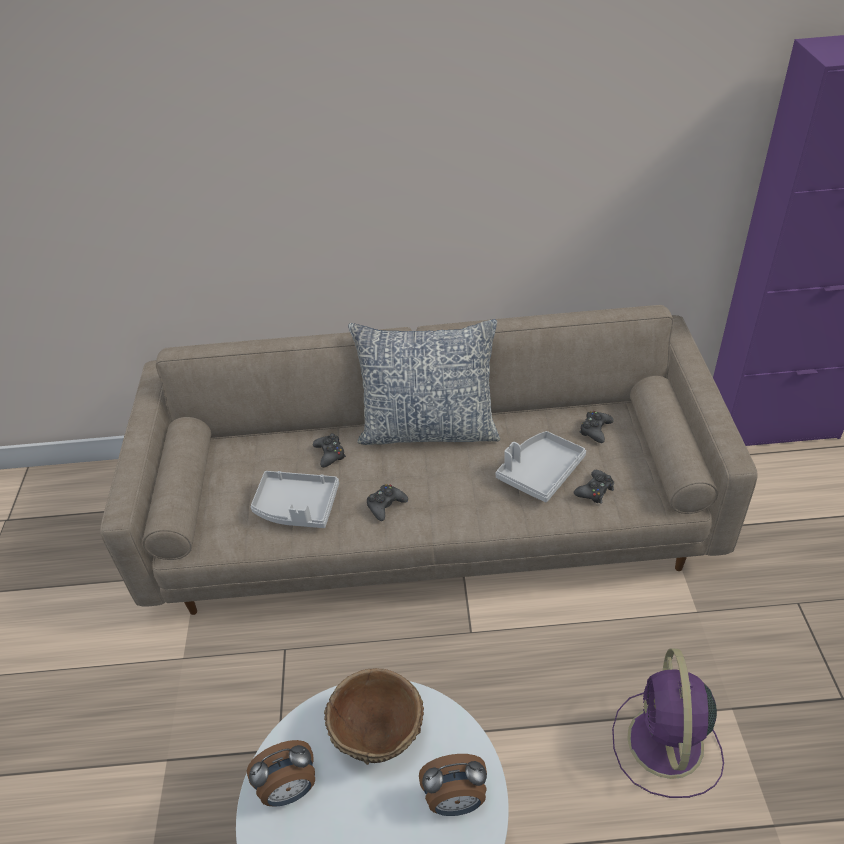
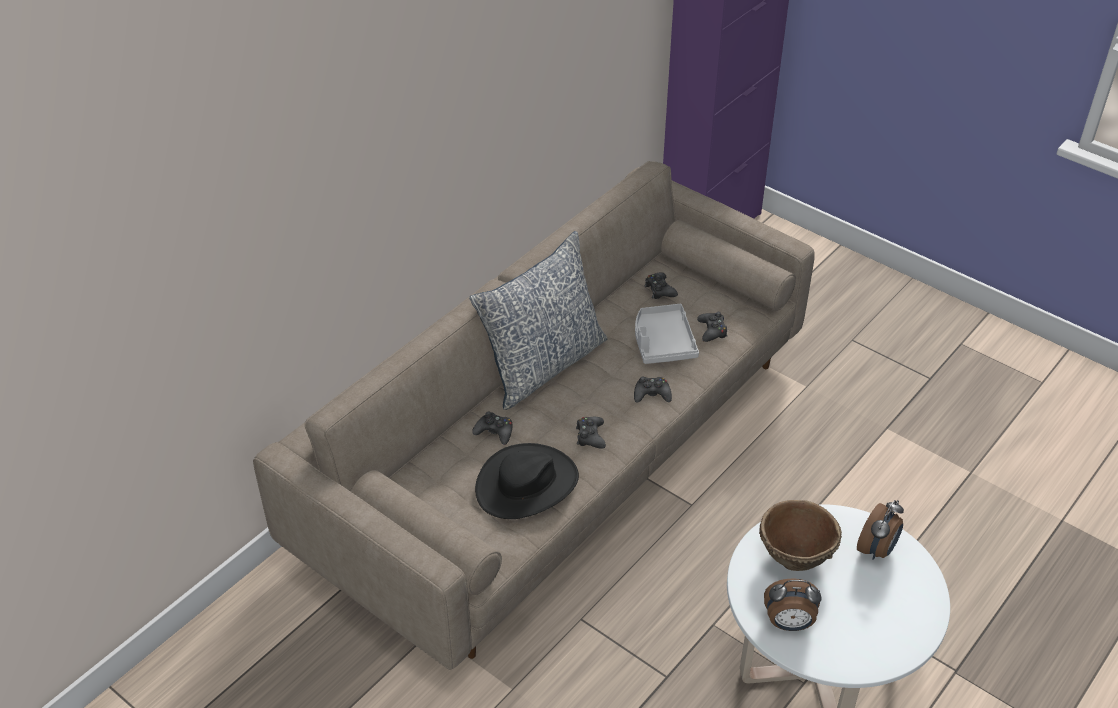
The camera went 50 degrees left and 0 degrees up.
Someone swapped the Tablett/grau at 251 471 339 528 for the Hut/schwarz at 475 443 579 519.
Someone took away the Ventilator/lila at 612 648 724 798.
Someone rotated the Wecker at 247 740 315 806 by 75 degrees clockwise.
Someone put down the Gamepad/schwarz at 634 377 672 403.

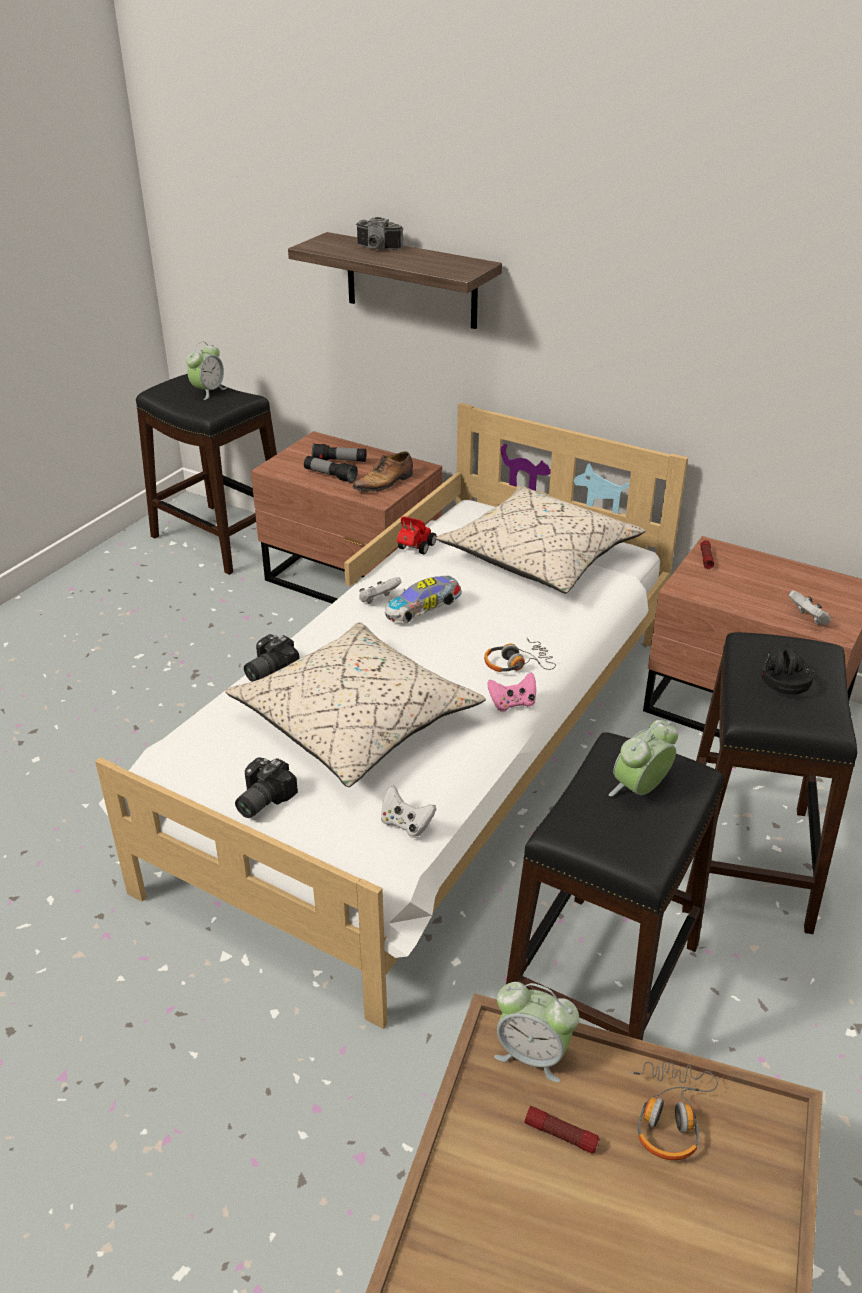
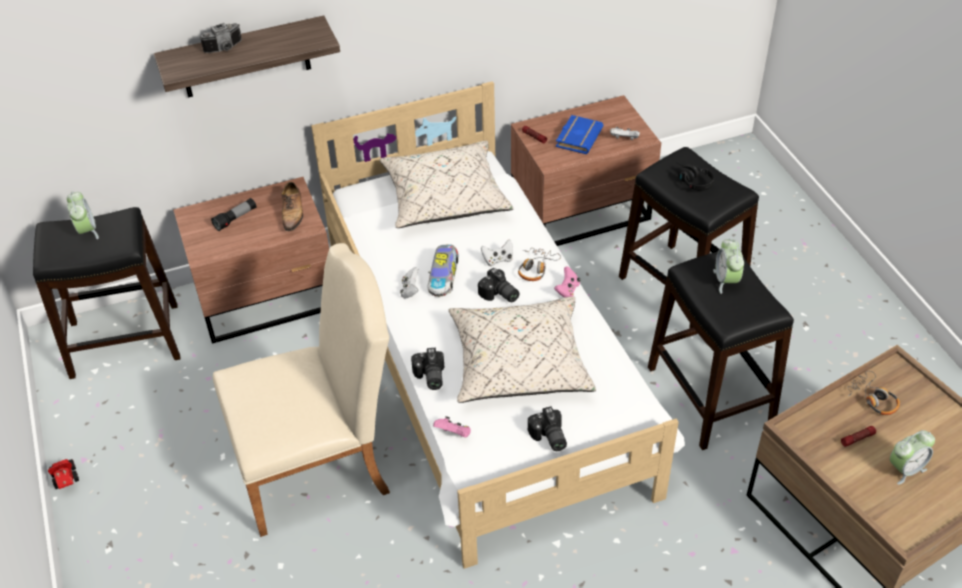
The camera went 50 degrees left and 10 degrees up.
Someone took away the Taschenlampe at 304 456 358 483.
Someone carried the Spielzeugauto from 397 516 437 555 to 48 459 79 489.
Someone carried the Gamepad/weiß from 381 785 437 838 to 481 239 513 266.
Someone carried the Wecker from 494 982 579 1082 to 890 430 935 485.
Someone put down the Buch/blau at 556 115 603 154.
Someone put down the Stuhl/beige at 213 243 390 537.
Someone put down the Kamera at 478 268 520 302.
Someone put down the Gamepad/rosa at 433 416 471 437.

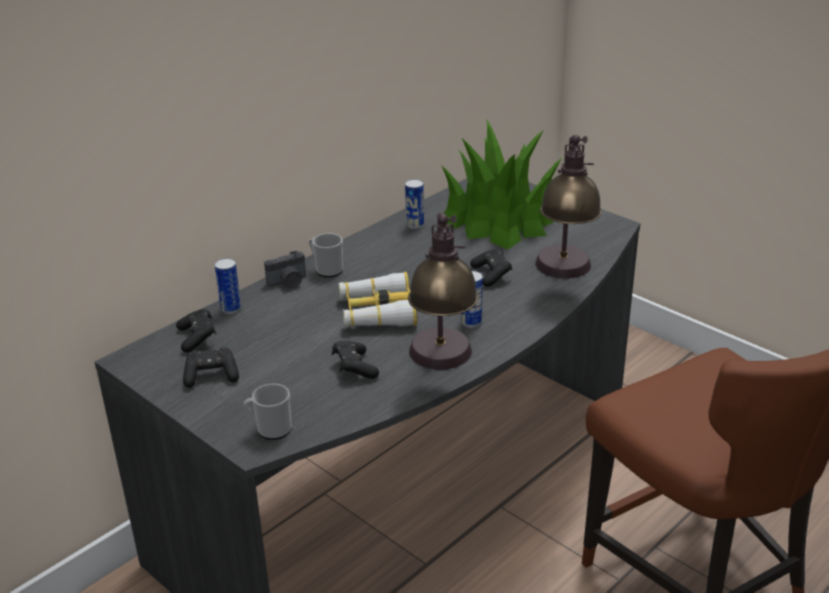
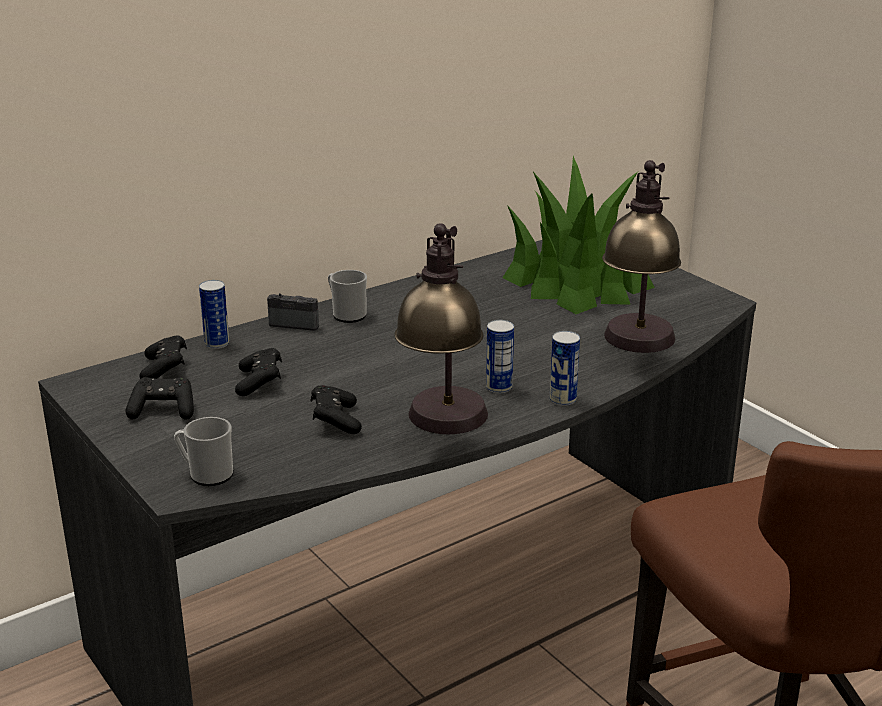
The camera went 10 degrees right and 5 degrees down.
Someone carried the Dose from 405 179 424 229 to 550 331 580 406.
Someone carried the Gamepad/schwarz from 470 248 512 287 to 235 348 282 396.
Someone rotated the Kamera at 264 250 306 288 by 150 degrees counterclockwise.
Someone took away the Fernglas at 339 272 417 327.

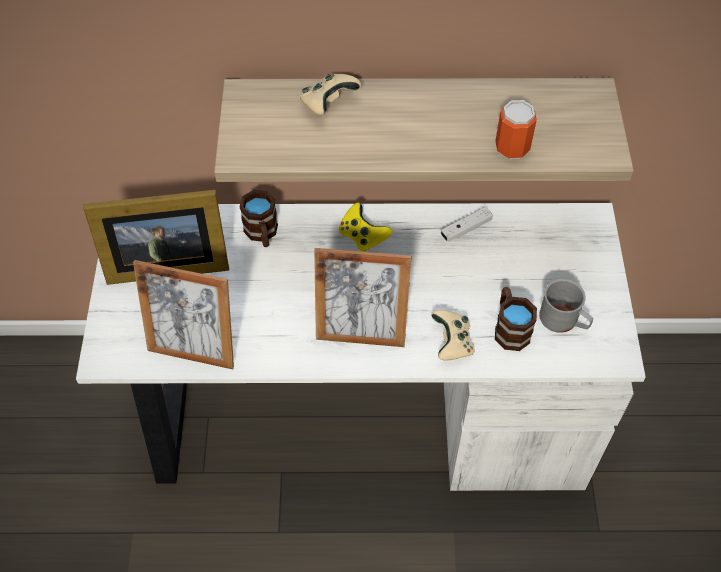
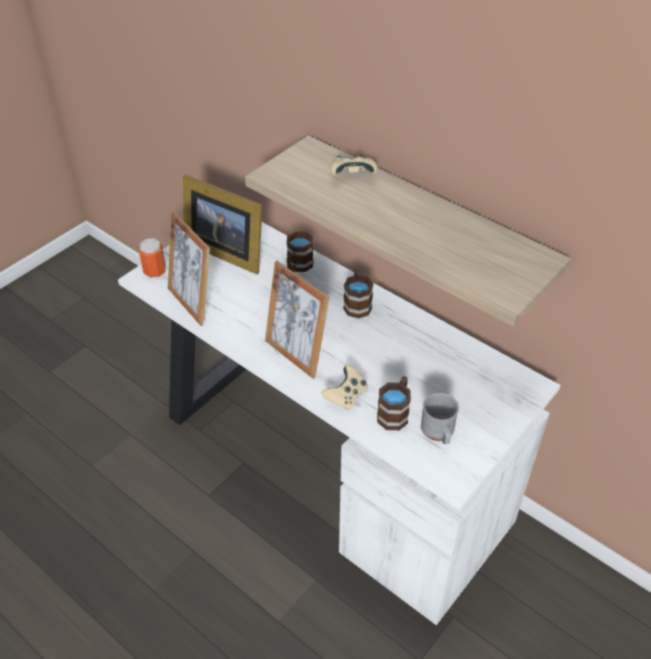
The camera went 40 degrees right and 10 degrees down.
Someone carried the Dose from 495 100 537 159 to 139 238 166 278.
Someone swapped the Gamepad/gelb at 339 203 392 252 for the Henkelbecher/braun at 343 269 373 318.
Someone took away the Gamepad/weiß at 441 207 493 242.

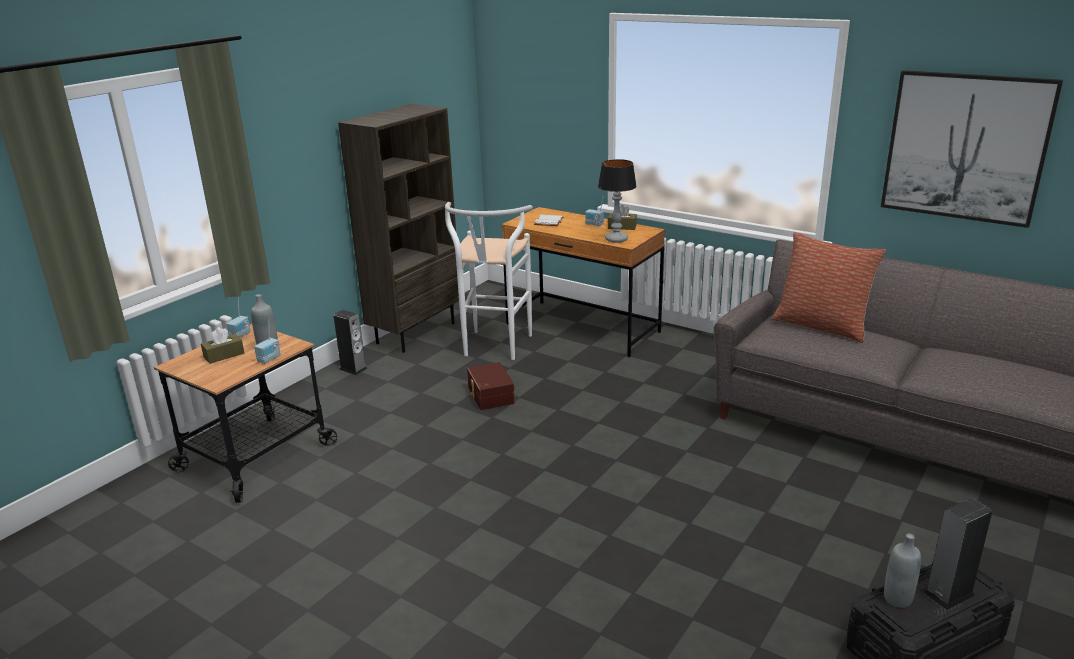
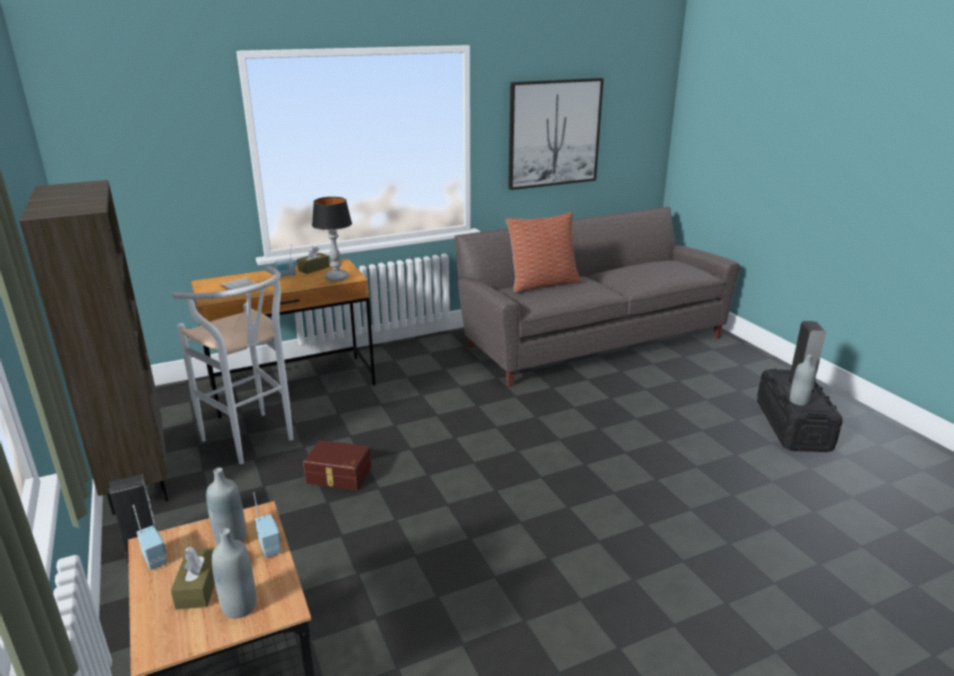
The camera went 60 degrees left and 0 degrees up.
Someone put down the Flasche/grau at 212 528 256 619.

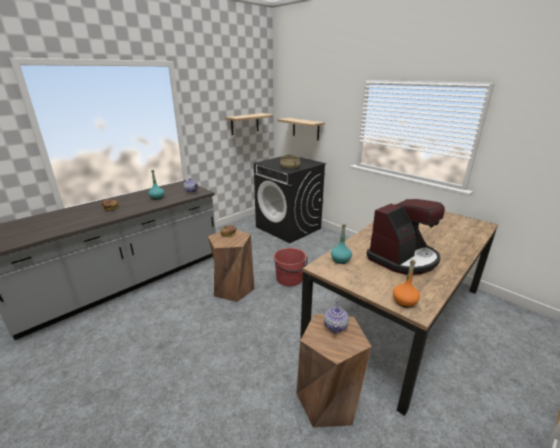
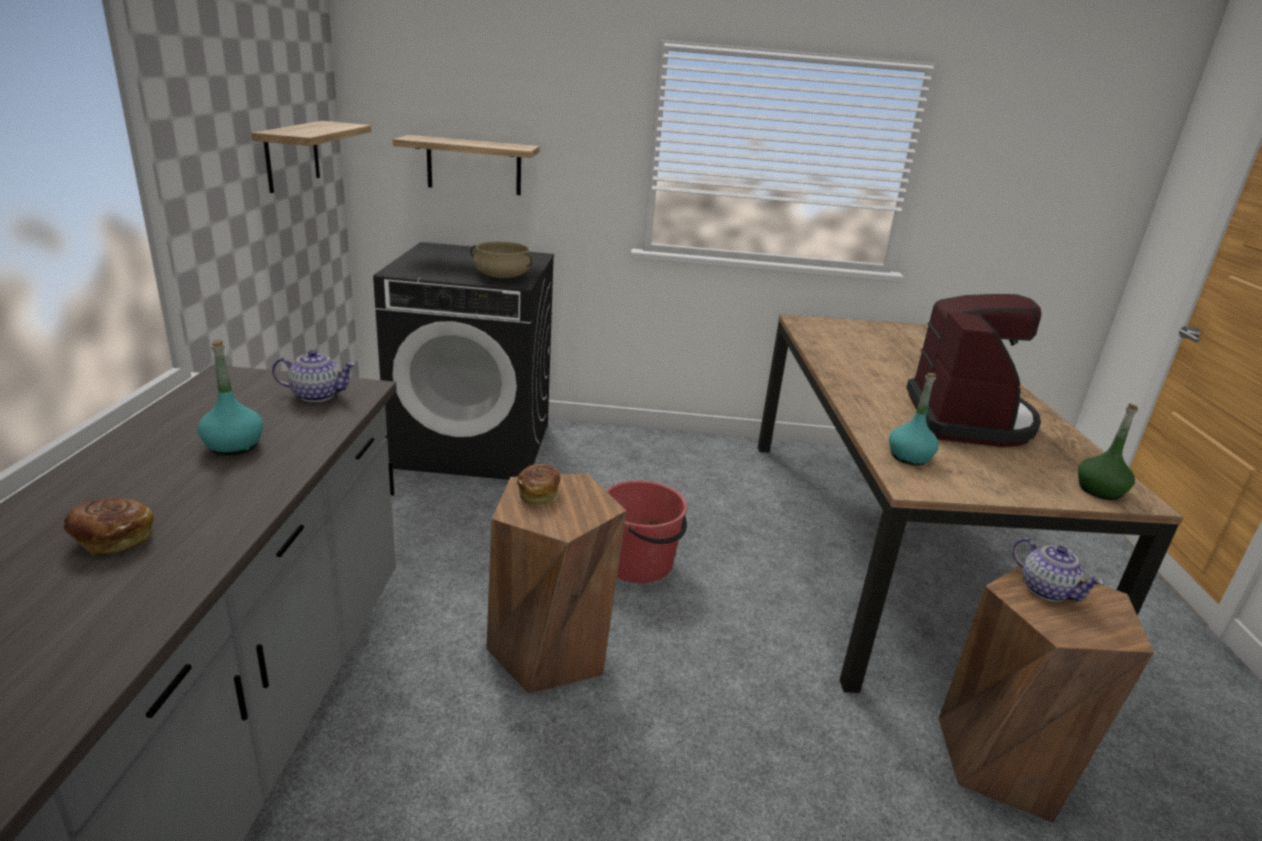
The camera went 45 degrees left and 0 degrees up.
Someone repainted the Flasche/orange at 393 259 420 308, which became the Flasche/grün at 1078 403 1138 500.

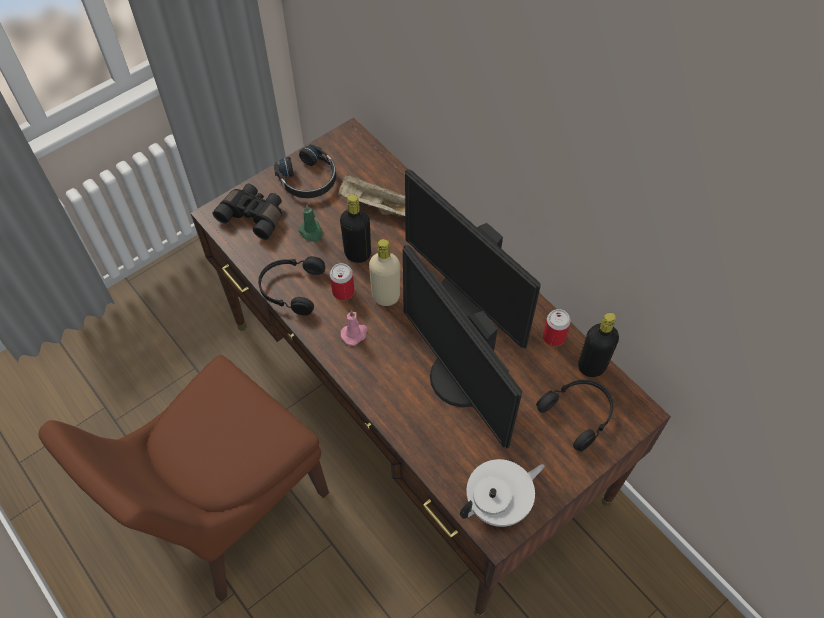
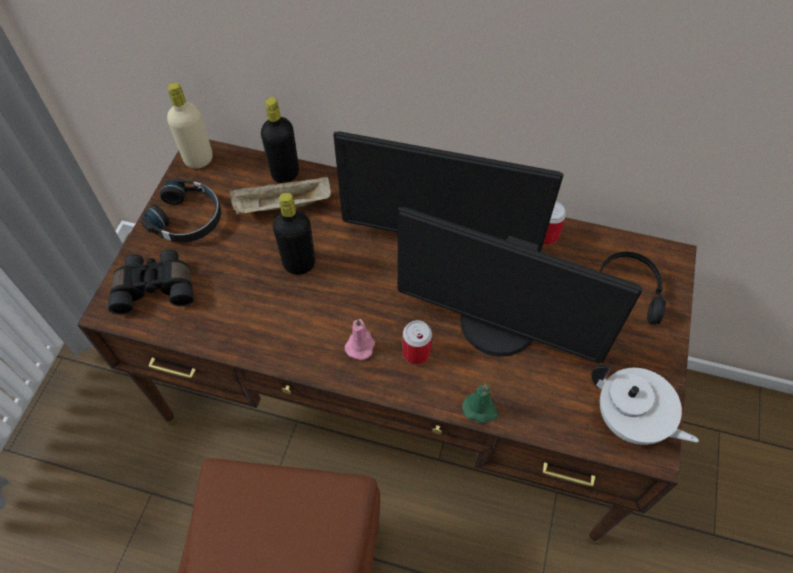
The camera went 35 degrees left and 0 degrees up.
Someone carried the Kerze/grün from 299 205 323 242 to 462 385 498 423.
Someone carried the Flasche/beige from 369 239 400 306 to 167 82 213 168.
Someone took away the Kopfhörer/schwarz at 258 256 325 315.
Someone carried the Dose from 330 263 354 300 to 402 320 432 365.
Someone carried the Flasche/schwarz from 578 313 619 377 to 261 97 299 183.
Someone rotated the Teekanne/weiß at 460 459 545 527 by 105 degrees clockwise.

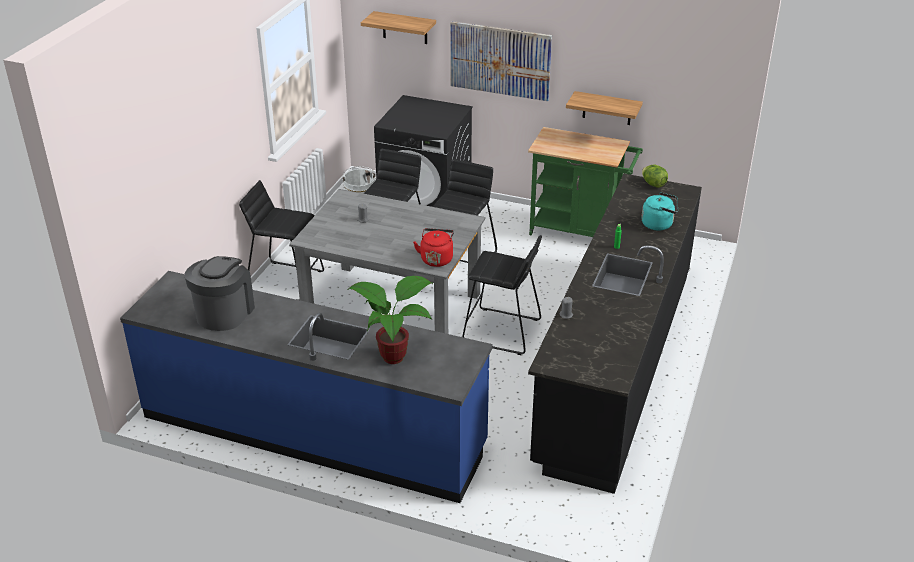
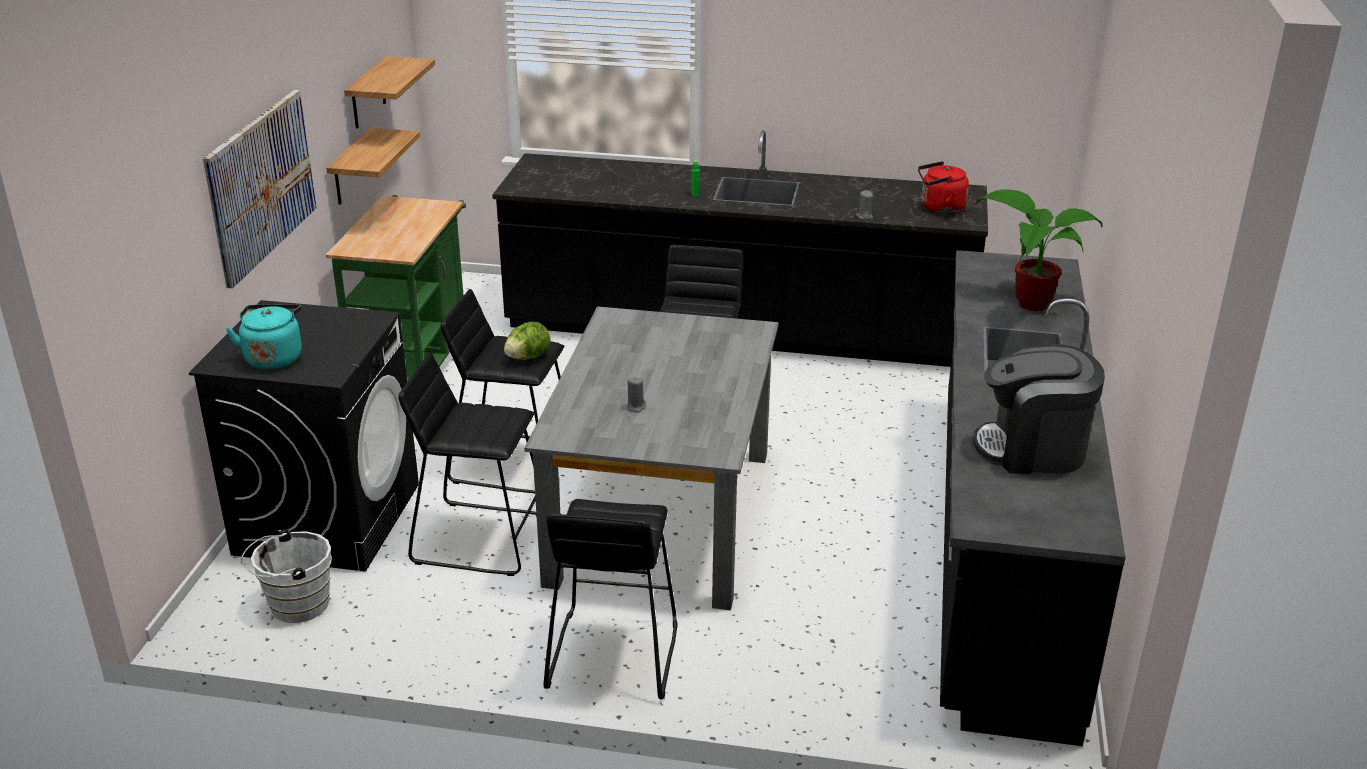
The camera went 100 degrees left and 5 degrees down.
Someone carried the Wandregal from 361 11 436 44 to 344 56 435 128.
Someone carried the Salatkopf from 642 165 668 188 to 504 322 550 360.
Someone carried the Wasserkessel/türkis from 641 192 678 231 to 226 304 302 369.
Someone carried the Wasserkessel/rot from 413 228 454 267 to 918 161 969 213.
Someone repainted the Küchenzeile/blau at 120 271 493 503, which became the Küchenzeile/schwarz at 940 250 1126 746.

